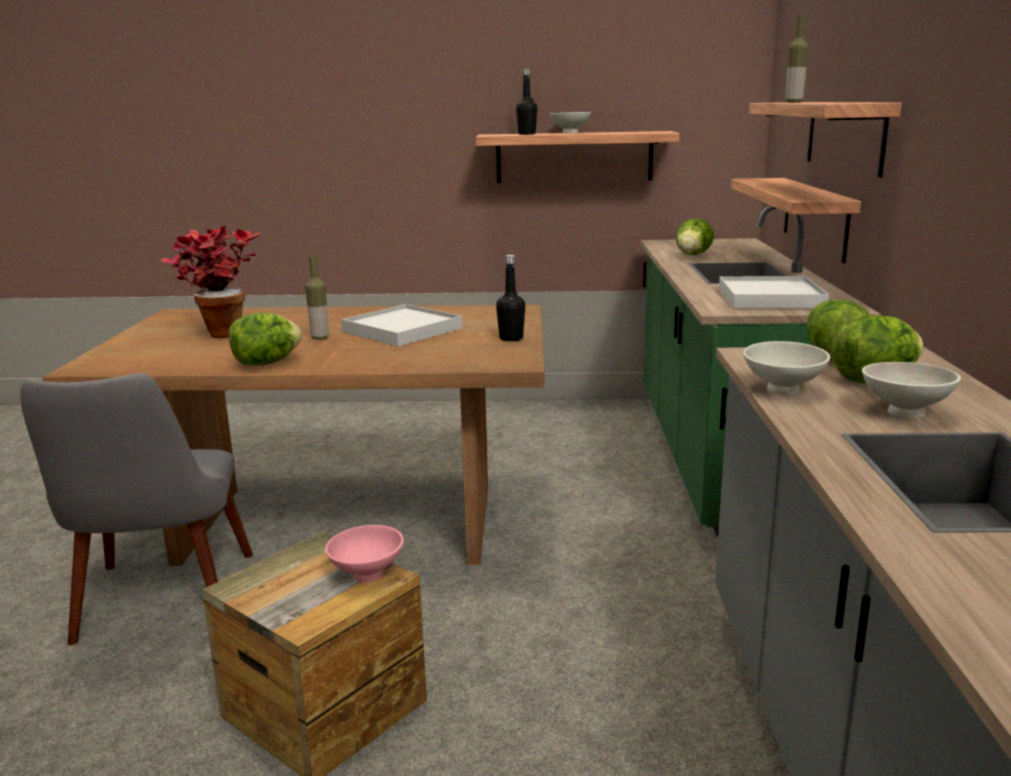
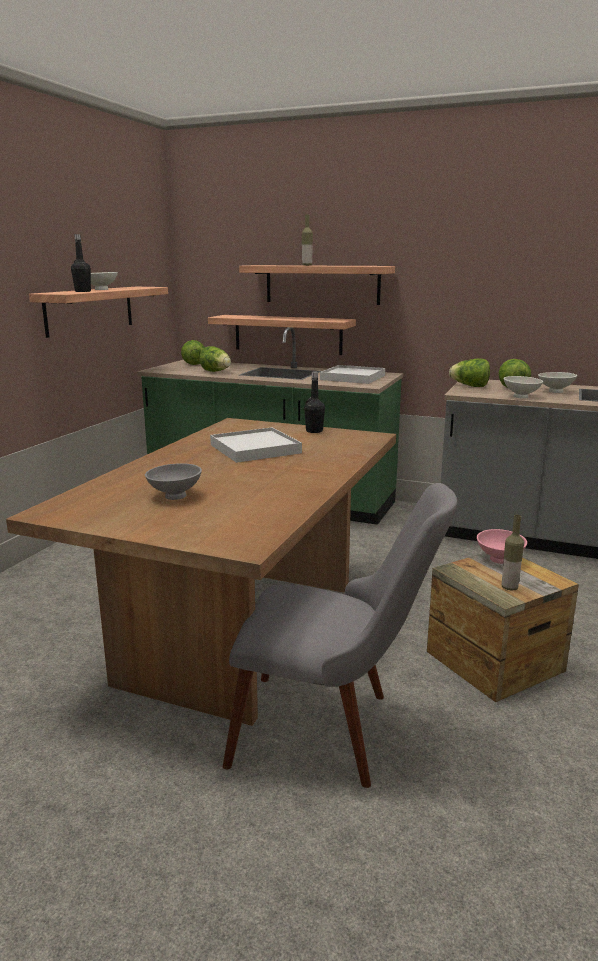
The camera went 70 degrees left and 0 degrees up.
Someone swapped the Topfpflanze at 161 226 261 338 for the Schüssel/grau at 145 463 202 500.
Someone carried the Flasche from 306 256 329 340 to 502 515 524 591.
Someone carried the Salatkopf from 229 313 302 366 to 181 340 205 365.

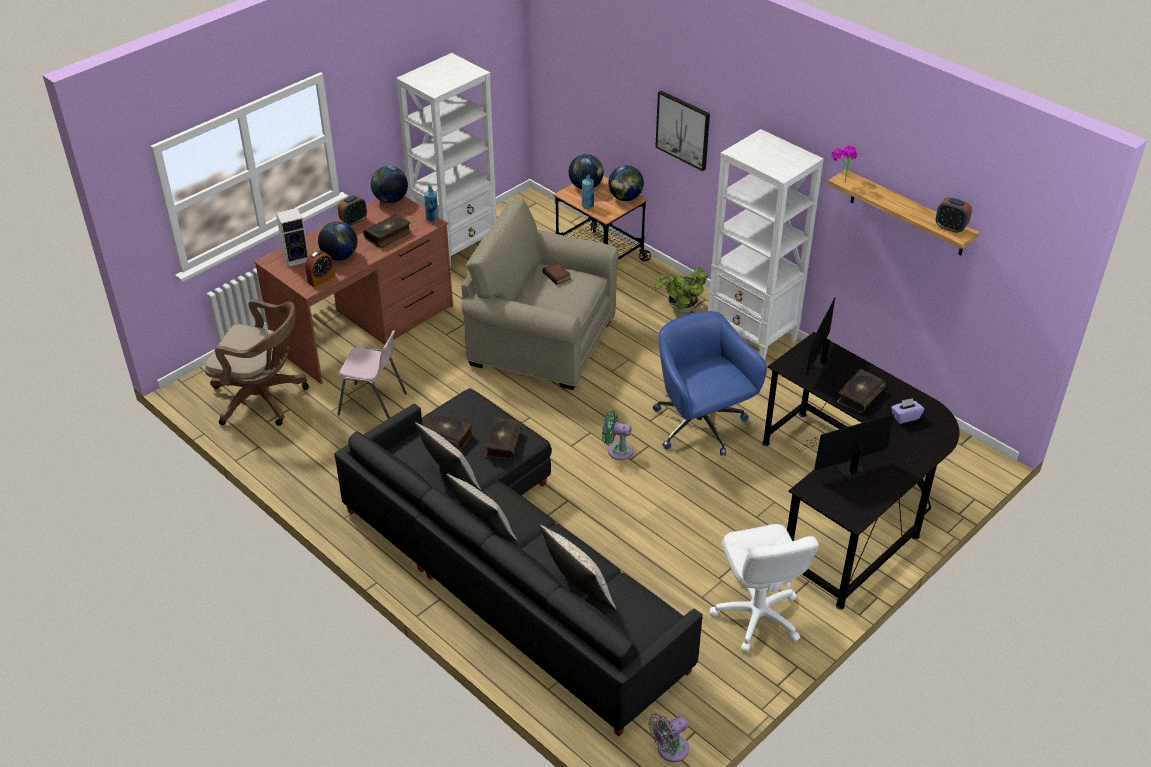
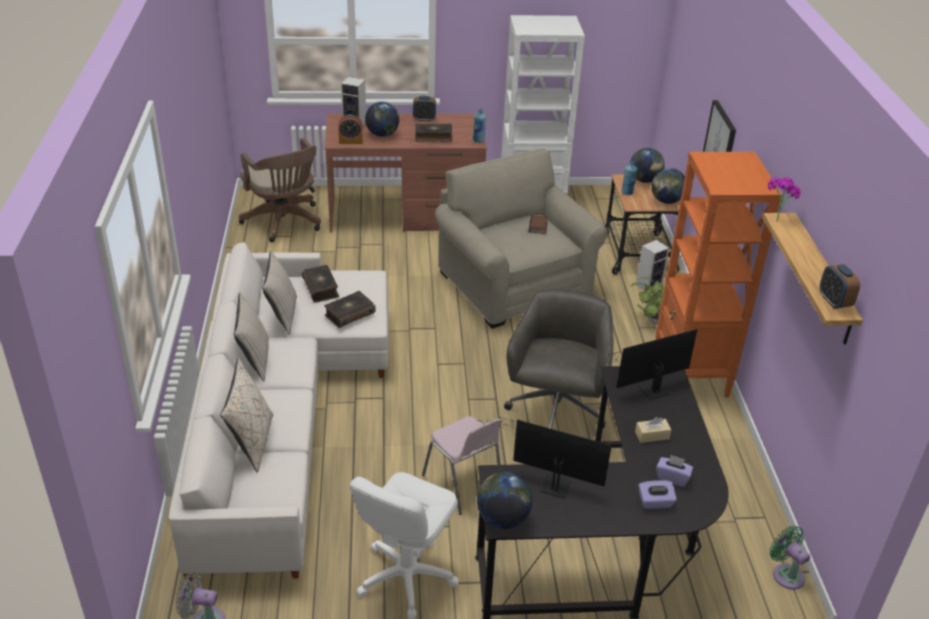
The camera went 40 degrees right and 5 degrees down.
Someone repainted the Bücherregal/weiß at 708 129 824 360, which became the Bücherregal/orange at 655 152 782 397.
Someone carried the Globus from 371 166 408 203 to 477 472 533 529.
Someone repainted the Bürostuhl/blau at 653 311 767 456, which became the Bürostuhl/grau at 504 288 613 429.
Someone carried the Stuhl/rosa from 337 330 407 419 to 422 416 501 515.
Someone swapped the Buch at 837 369 886 413 for the Taschentuchbox/beige at 635 417 671 443.
Someone repainted the Sofa/schwarz at 334 388 703 736, which became the Sofa/weiß at 169 242 389 582.
Someone carried the Ventilator/grün from 602 410 633 460 to 769 526 810 590.
Someone put down the Lautsprecher at 636 240 669 291.
Someone put down the Taschentuchbox/lila at 638 480 677 509.

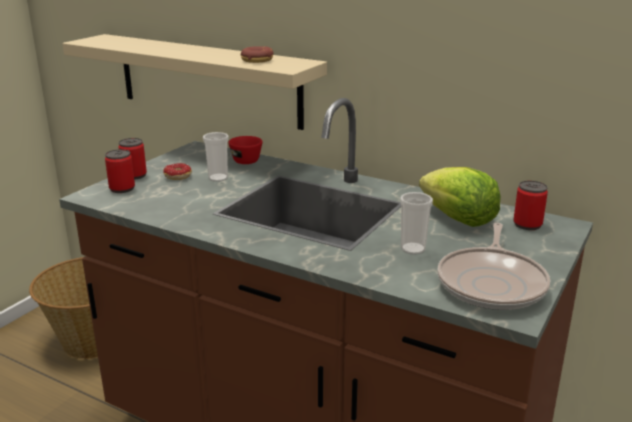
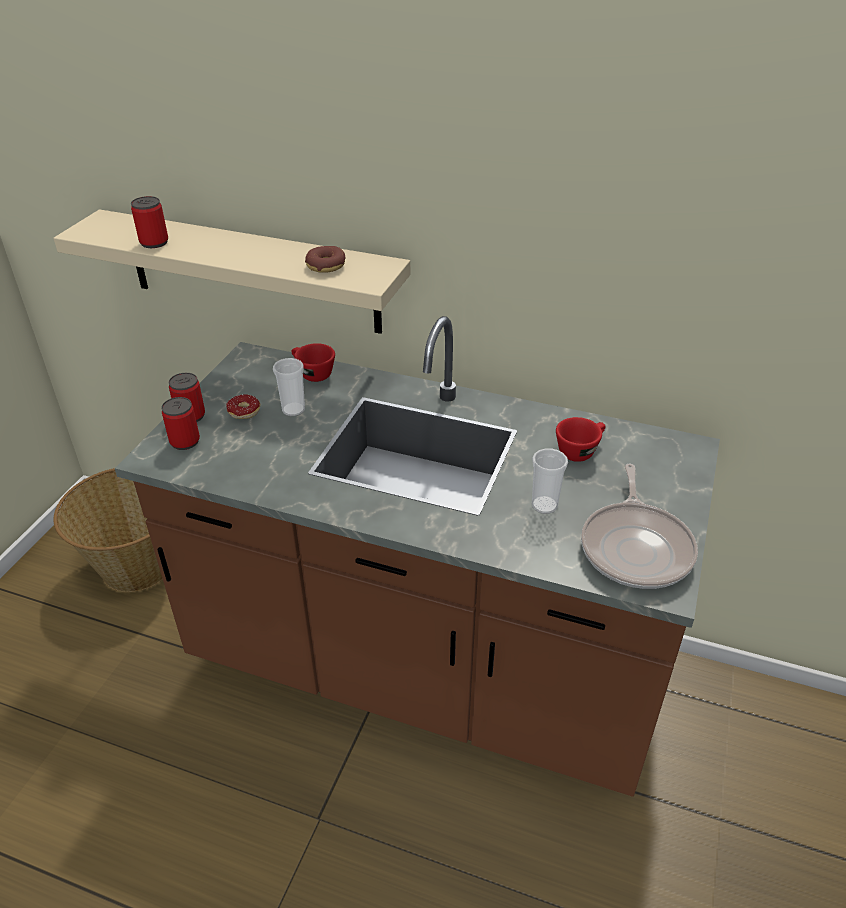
The camera went 10 degrees left and 15 degrees up.
Someone swapped the Salatkopf at 419 167 501 227 for the Tasse/rot at 556 417 606 462.
Someone carried the Dose from 513 181 548 230 to 131 196 168 248.

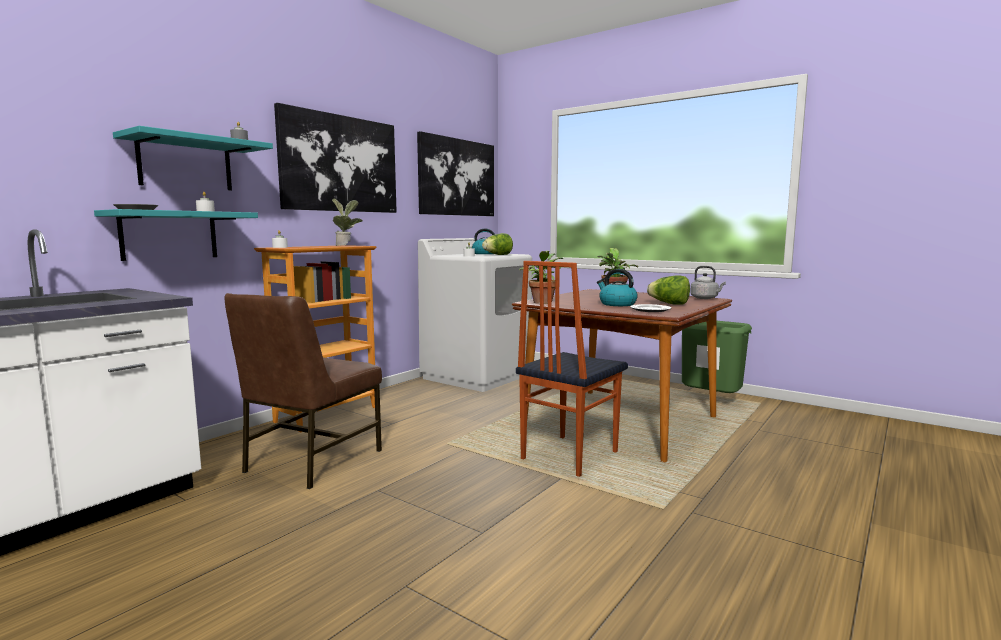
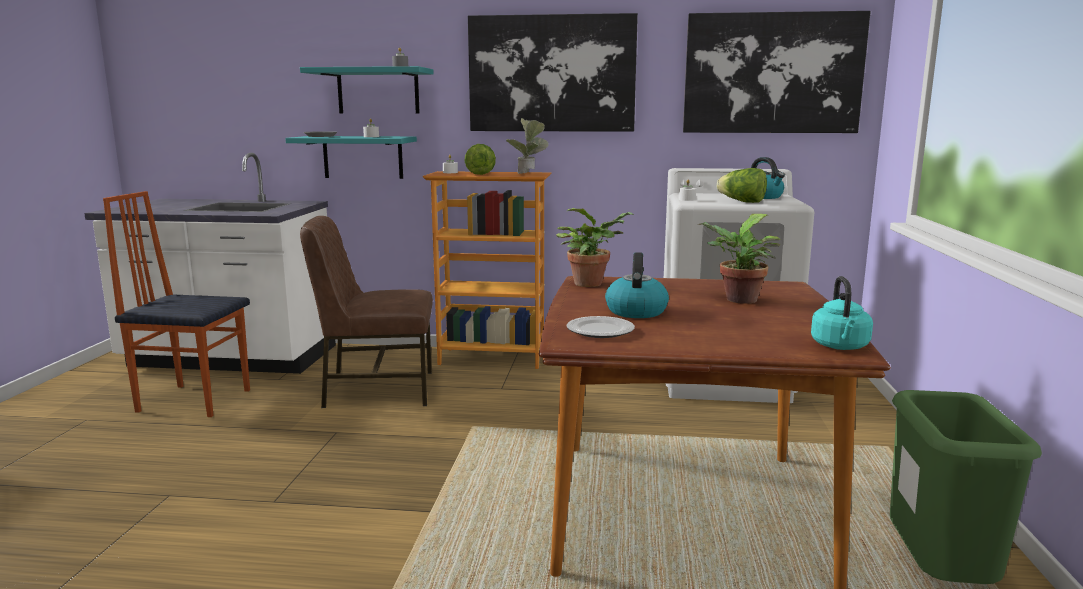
The camera went 60 degrees right and 5 degrees up.
Someone carried the Stuhl from 516 261 628 477 to 103 191 250 417.
Someone repainted the Wasserkessel/grau at 690 266 726 299, which became the Wasserkessel/türkis at 811 276 873 350.
Someone carried the Salatkopf from 647 275 690 305 to 465 144 496 175.

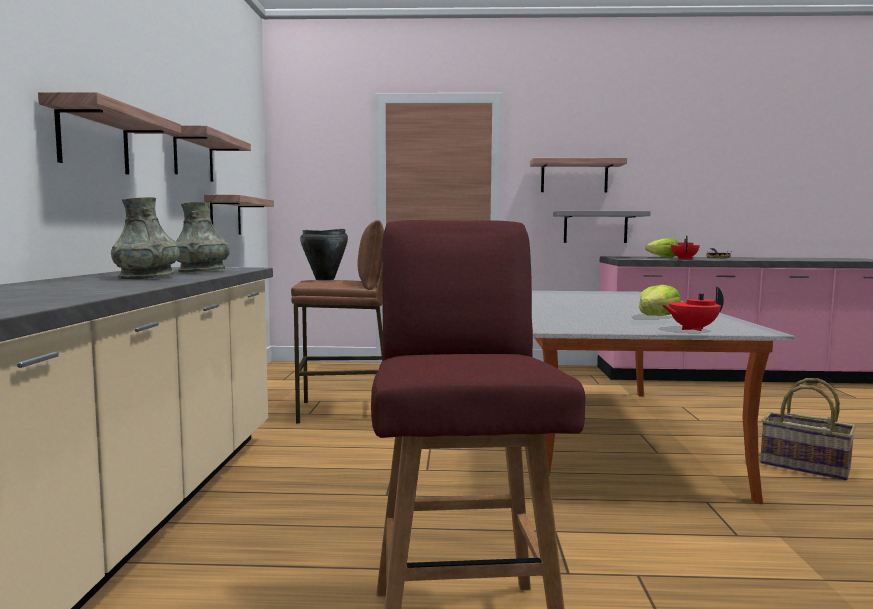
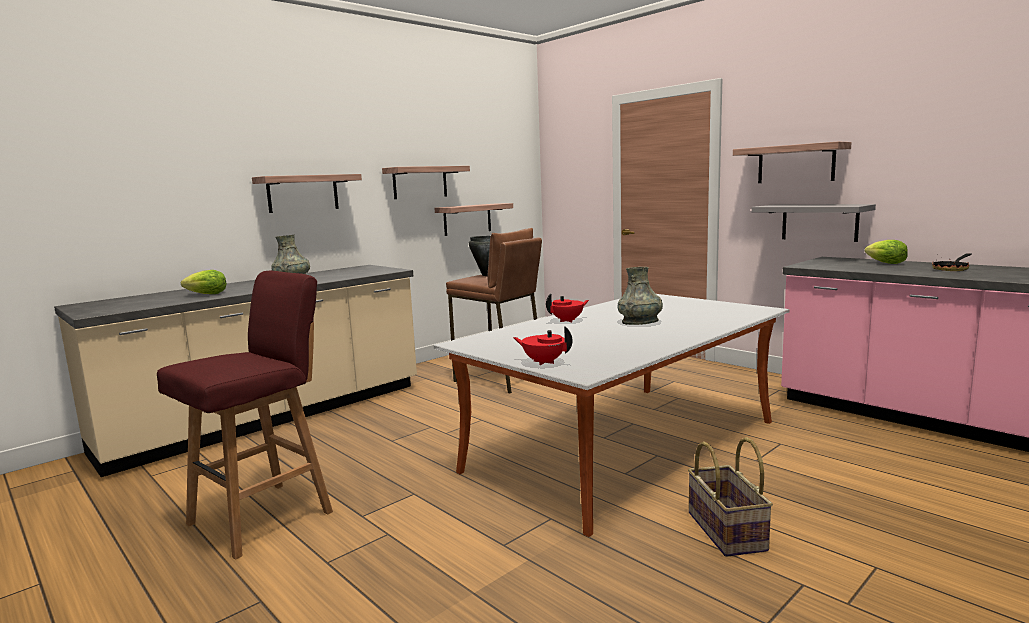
The camera went 45 degrees right and 5 degrees up.
Someone carried the Vase/grau from 175 202 230 273 to 617 267 663 325.
Someone carried the Teekanne/rot from 671 235 700 259 to 546 293 589 323.
Someone carried the Salatkopf from 639 285 681 316 to 181 270 227 294.

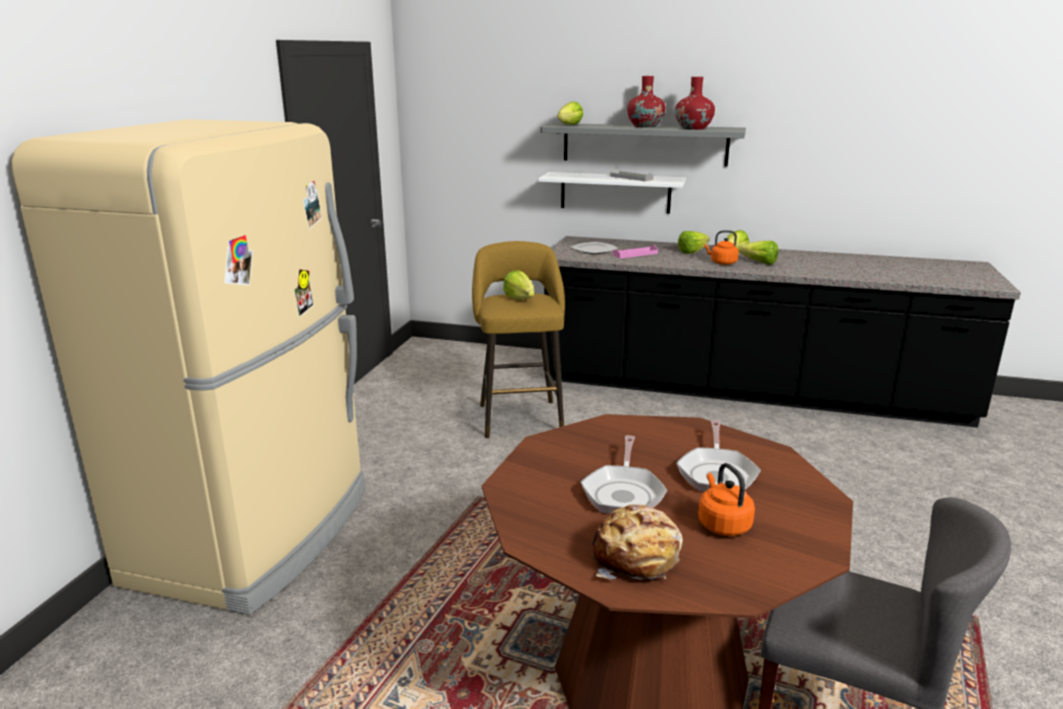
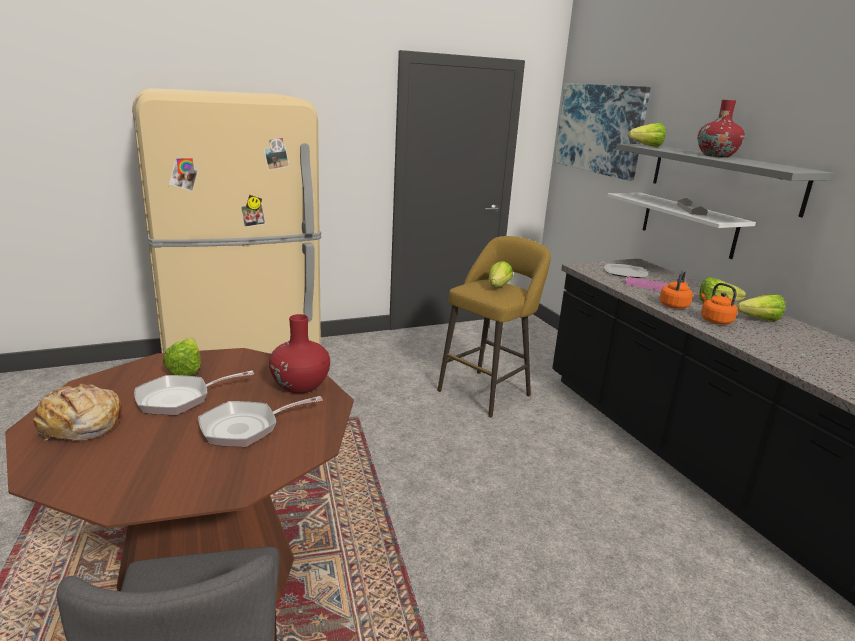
The camera went 50 degrees right and 0 degrees up.
Someone carried the Vase/rot from 675 77 715 130 to 269 314 330 394.
Someone carried the Salatkopf from 739 241 778 265 to 163 338 201 376.
Someone carried the Wasserkessel/orange from 698 463 755 536 to 659 270 693 309.
Someone put up the Bild at 554 83 651 181.

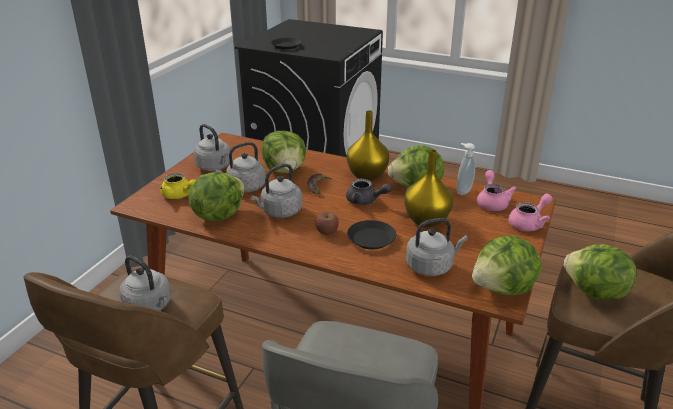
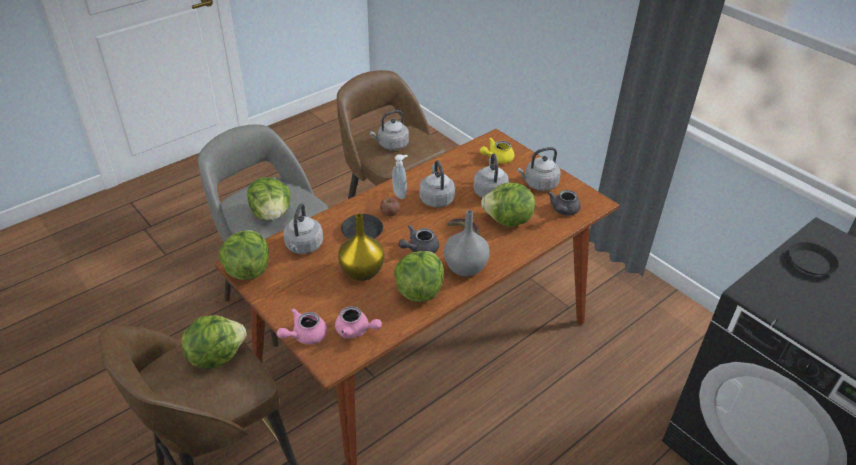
The camera went 115 degrees right and 10 degrees up.
Someone repainted the Vase/gelb at 347 110 389 181, which became the Vase/grau at 444 210 490 277.
Someone carried the Seifenspender from 457 143 476 195 to 392 154 408 199.
Someone carried the Salatkopf from 188 172 245 221 to 247 177 290 220.
Someone rotated the Teekanne/rosa at 508 194 552 231 by 60 degrees clockwise.
Someone put down the Teekanne/grau at 548 190 581 215.

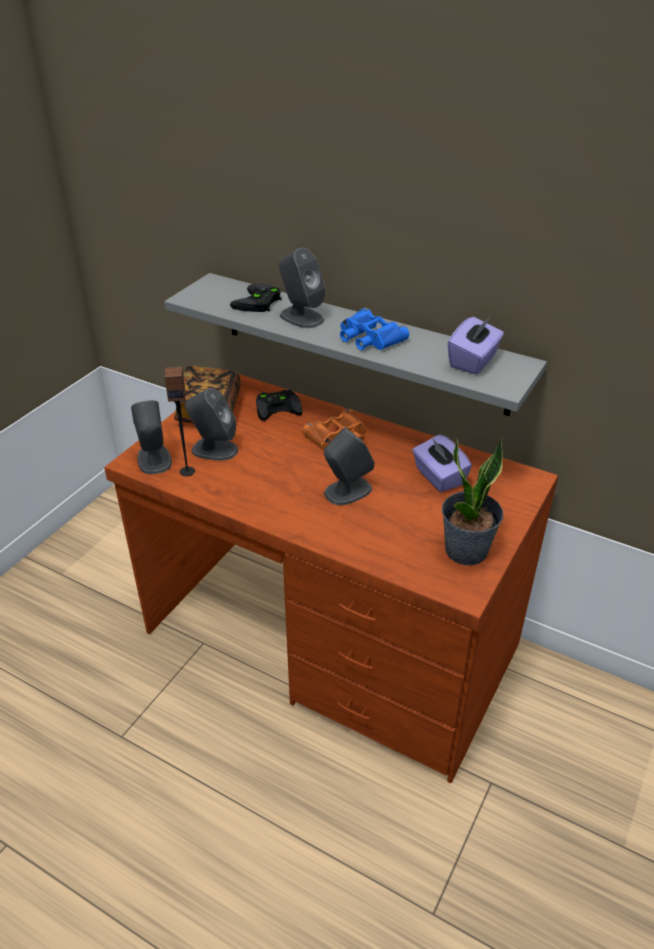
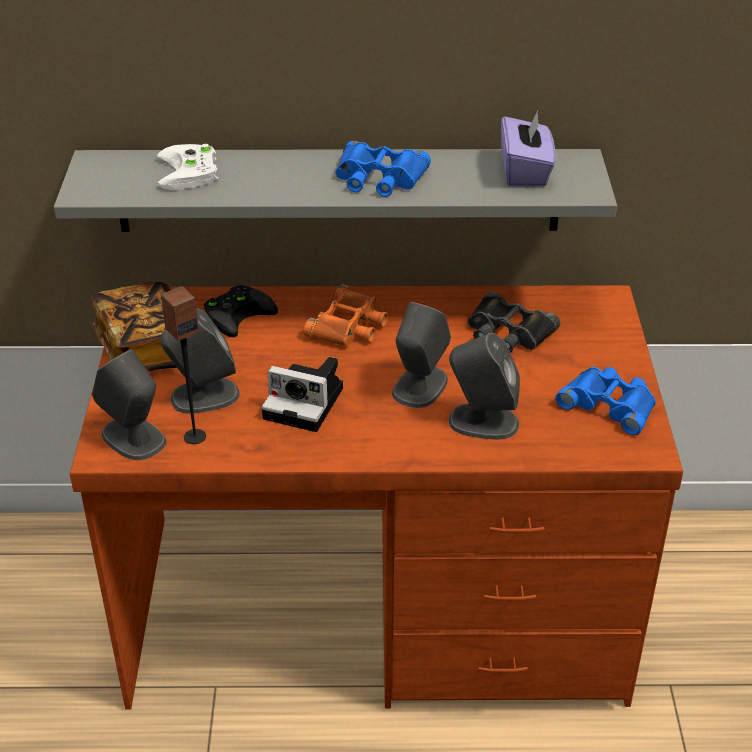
The camera went 30 degrees left and 0 degrees up.
Someone carried the Lautsprecher/grau from 279 248 326 328 to 449 333 520 440.
Someone repainted the Gamepad/schwarz at 230 283 282 312, which became the Gamepad/weiß at 157 144 218 190.
Someone swapped the Taschentuchbox/lila at 412 434 472 492 for the Fernglas/schwarz at 467 291 560 353.
Someone swapped the Topfpflanze at 442 437 503 565 for the Fernglas/blau at 555 367 656 435.
Someone put down the Kamera at 261 357 343 432.

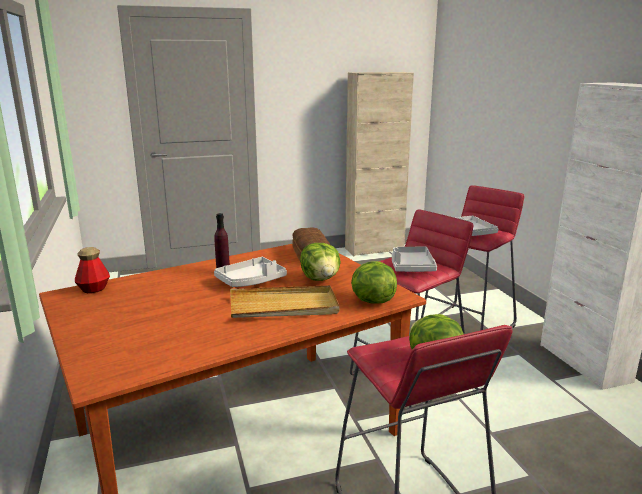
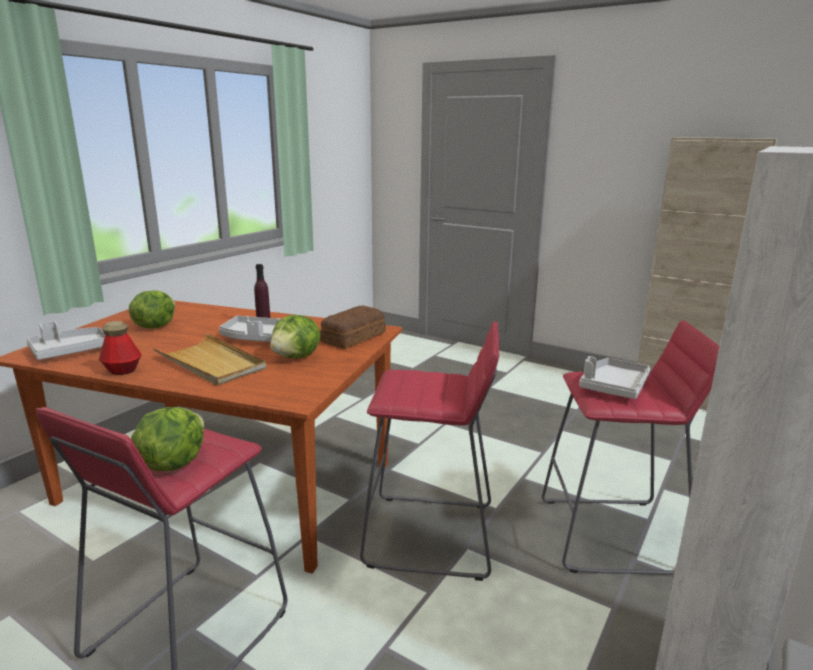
The camera went 50 degrees right and 0 degrees up.
Someone carried the Flasche from 75 247 110 293 to 99 321 142 375.
Someone carried the Tablett/grau from 392 247 437 272 to 26 321 105 360.
Someone carried the Salatkopf from 351 261 397 304 to 129 290 175 328.

